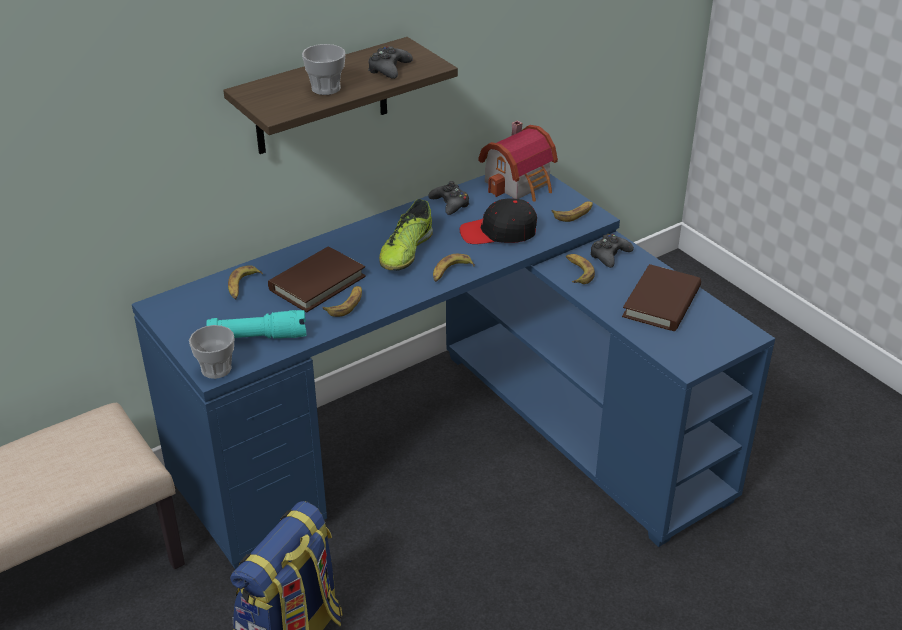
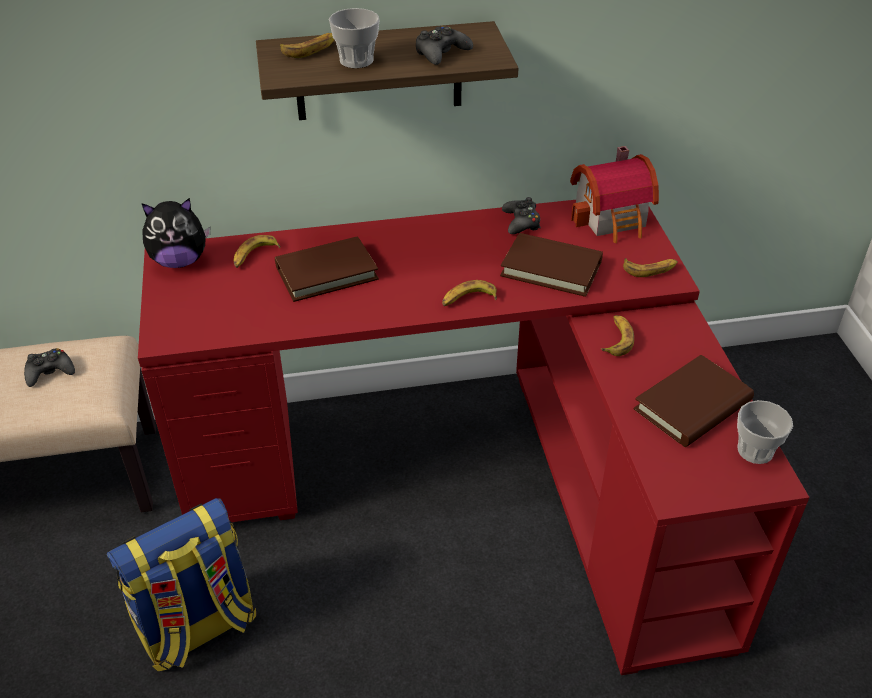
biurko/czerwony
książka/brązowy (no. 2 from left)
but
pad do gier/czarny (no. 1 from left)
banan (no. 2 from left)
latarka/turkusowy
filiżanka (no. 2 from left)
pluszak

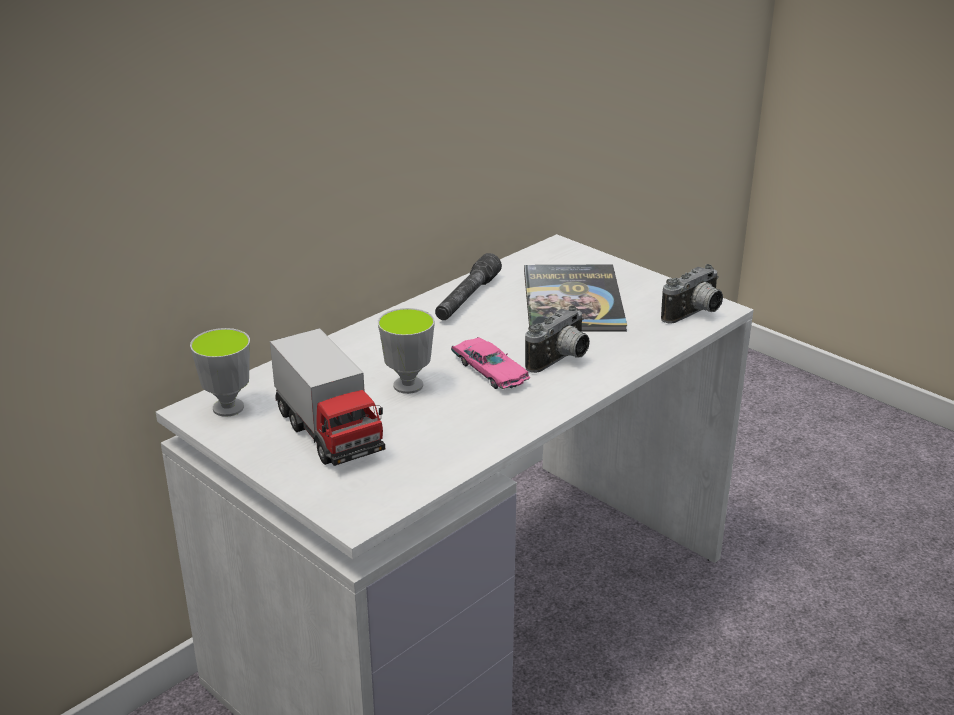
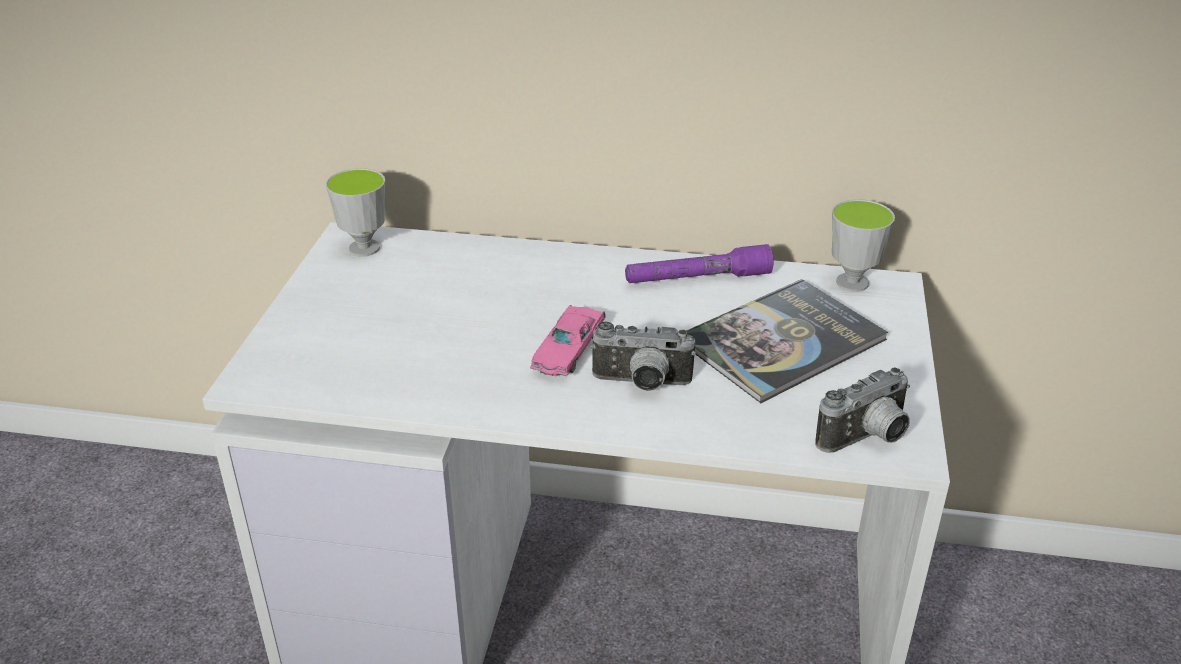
latarka/fioletowy
aparat fotograficzny (no. 2 from left)
filiżanka (no. 2 from left)
ciężarówka zabawkowa

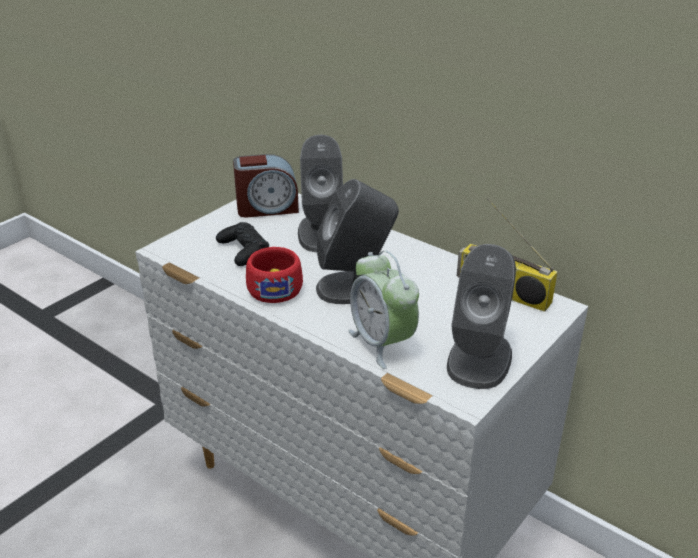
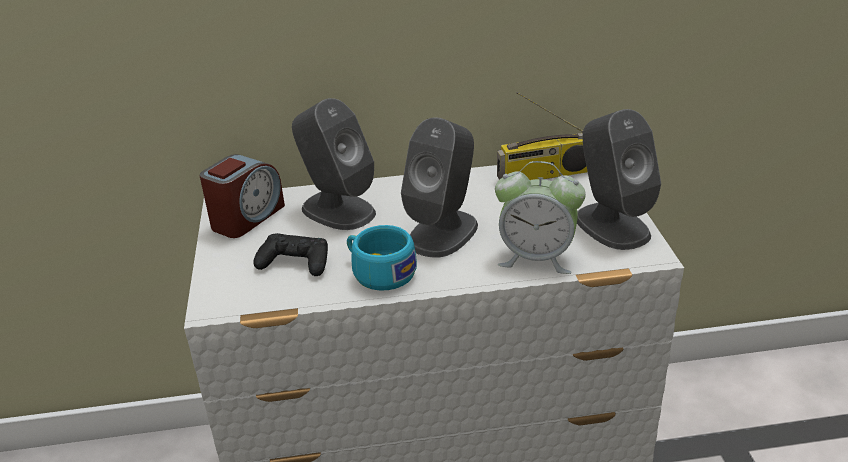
filiżanka/turkusowy

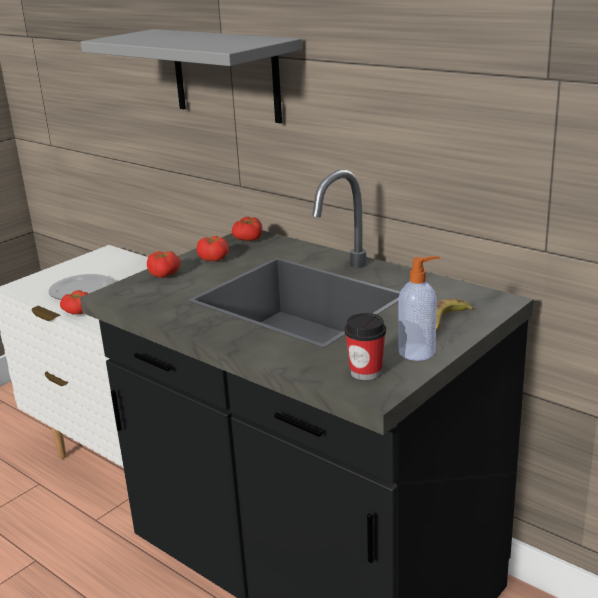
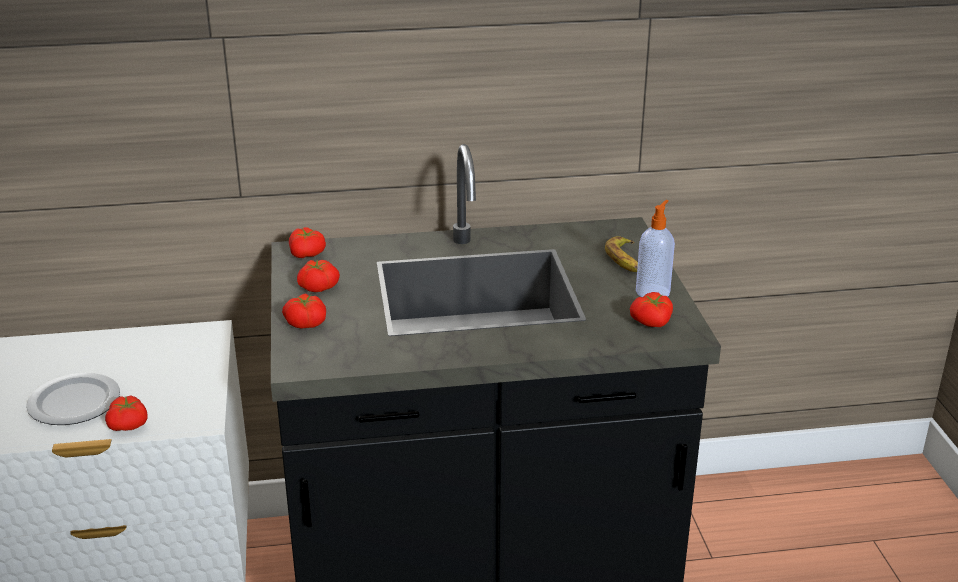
półka/szary
pomidor (no. 5 from left)

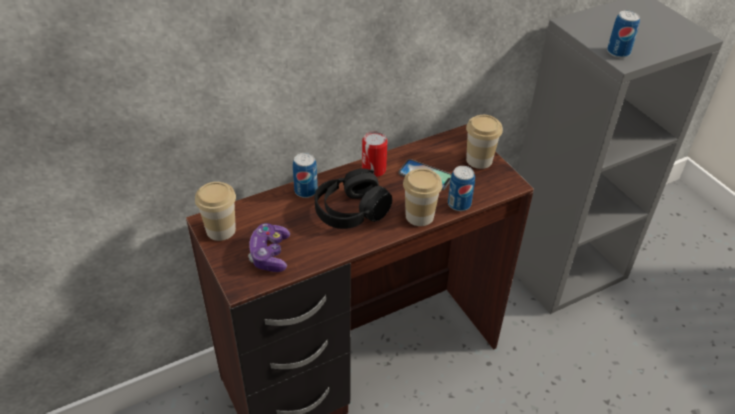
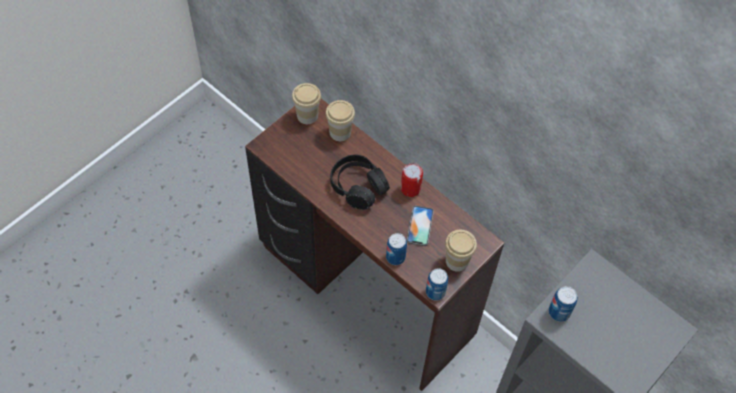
puszka (no. 3 from left)
filiżanka (no. 2 from left)
pad do gier

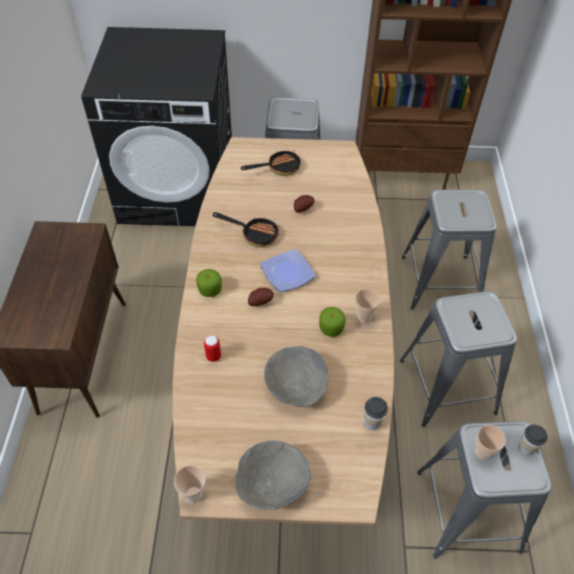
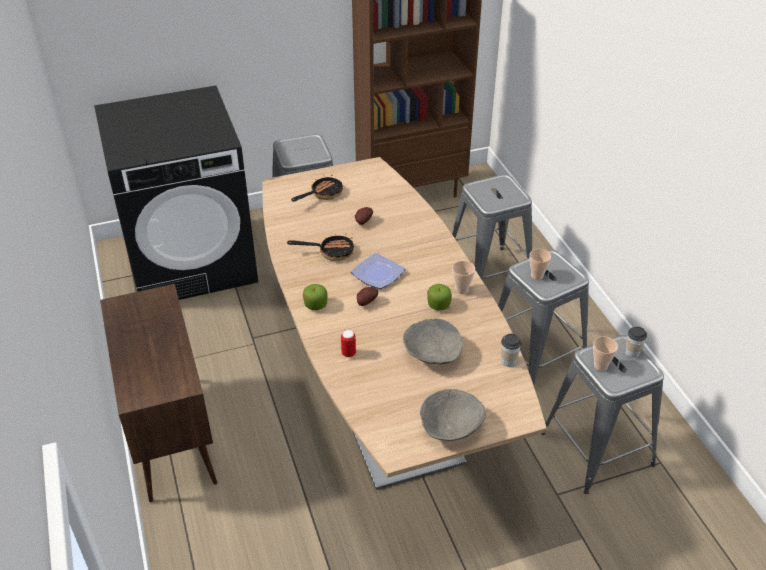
filiżanka (no. 3 from left)

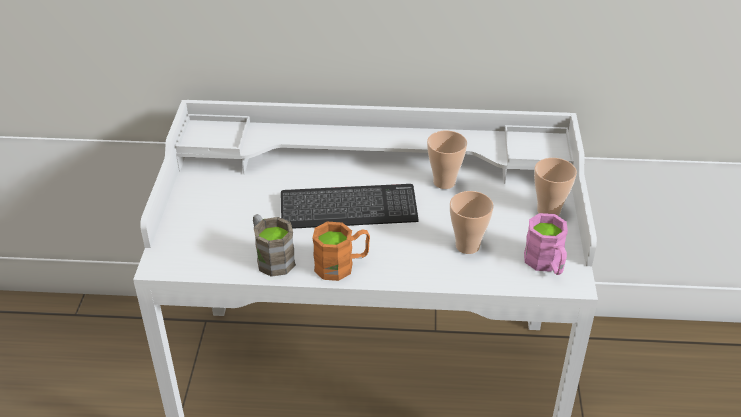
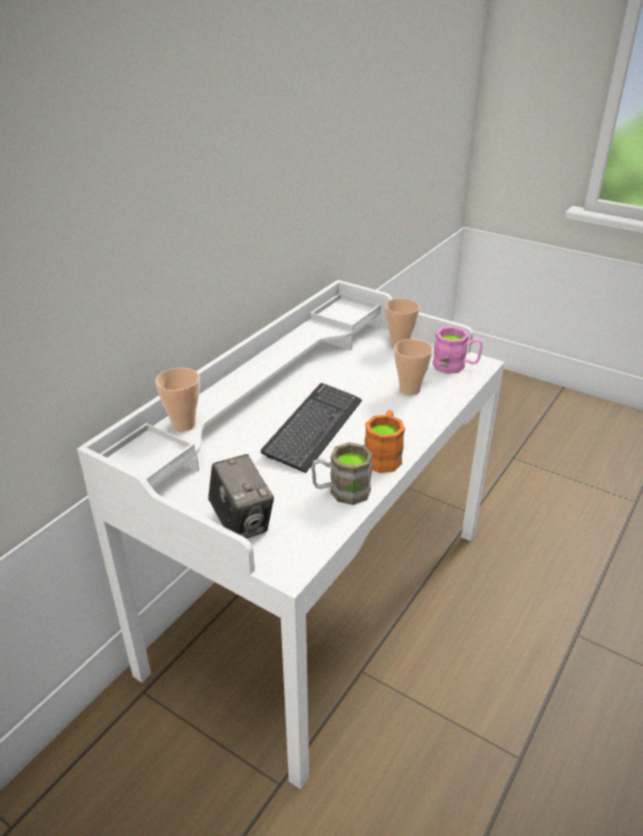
filiżanka (no. 1 from left)
aparat fotograficzny

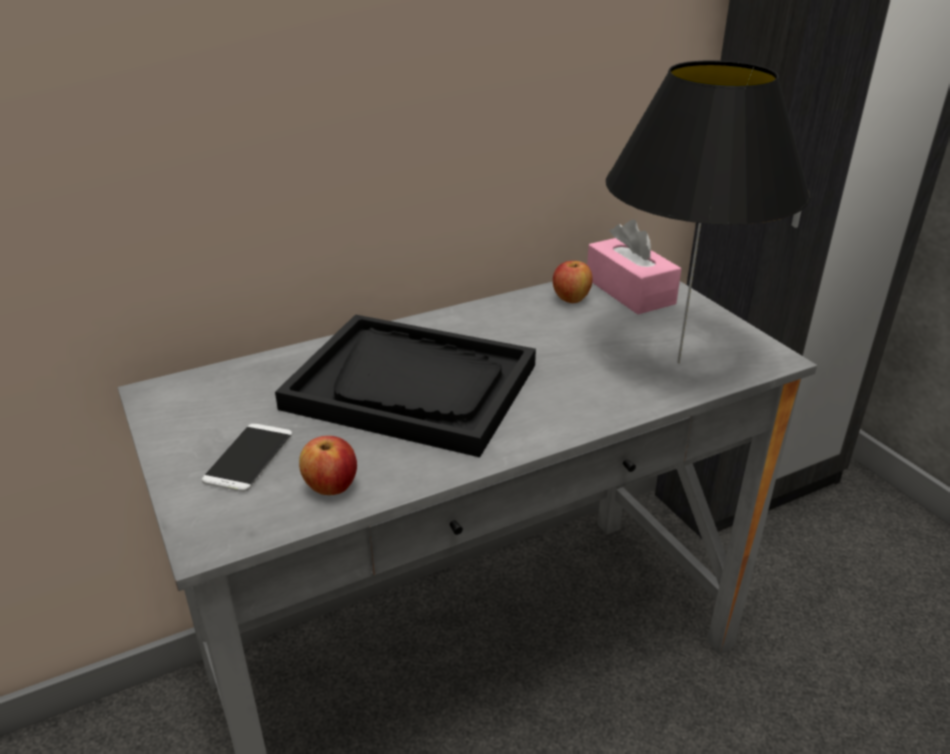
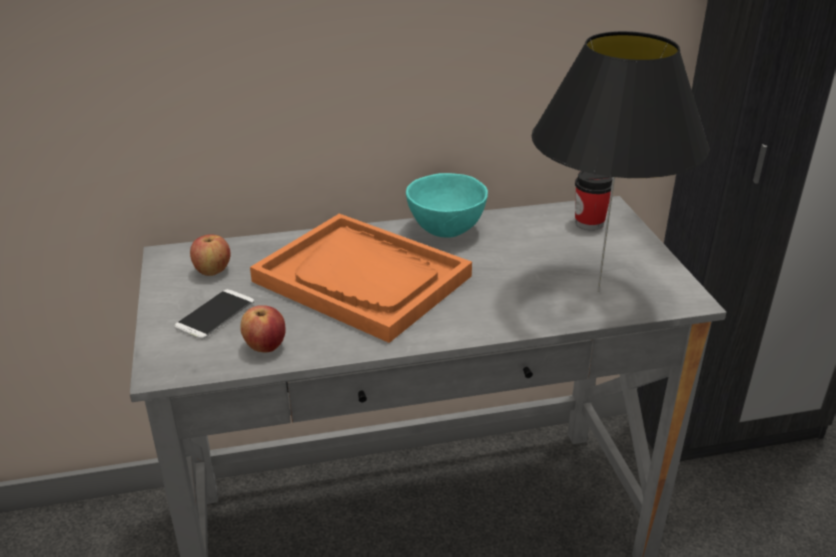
filiżanka
jabłko (no. 1 from left)
taca/pomarańczowy
miska/turkusowy

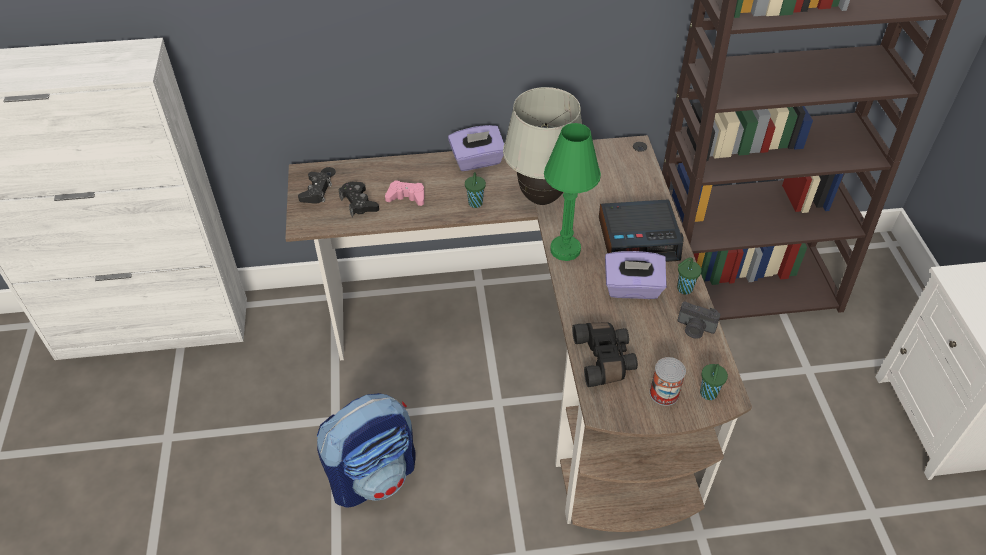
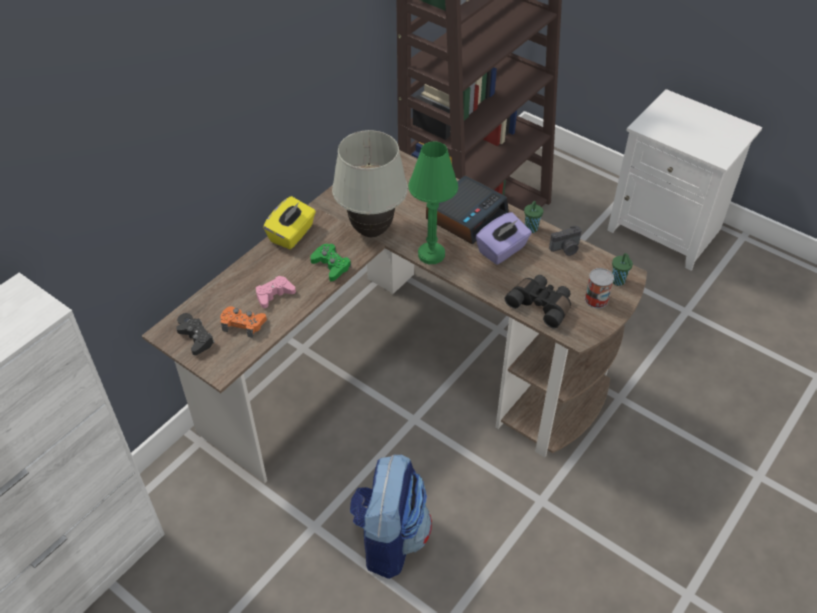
pudełko chusteczek/żółty
pad do gier/zielony
pad do gier/pomarańczowy

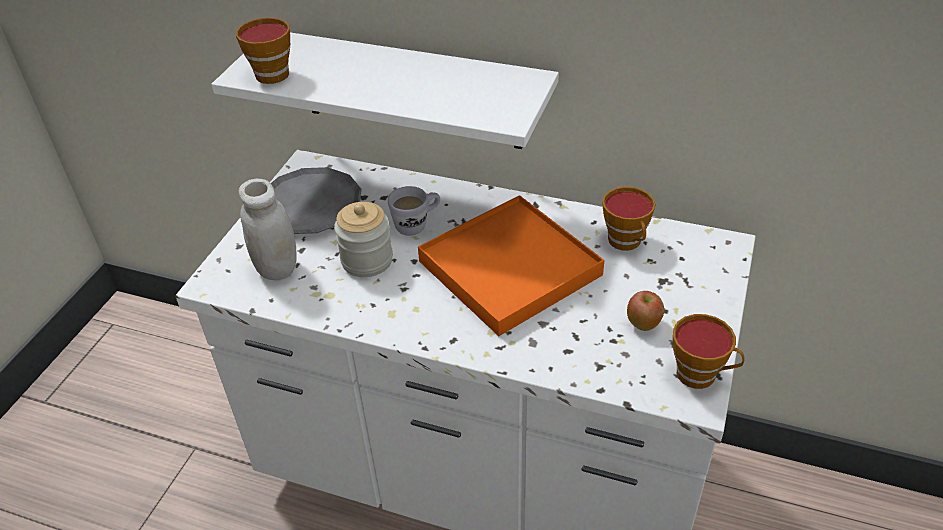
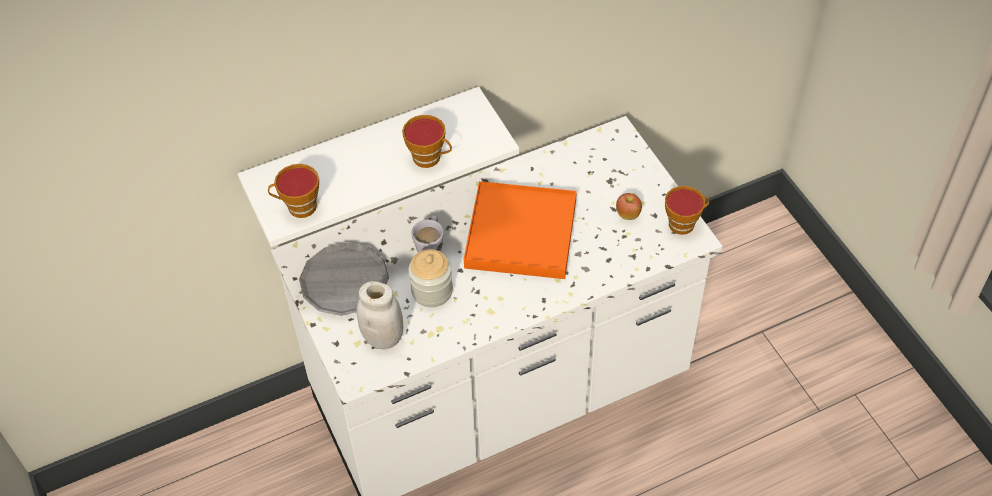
filiżanka (no. 2 from left)

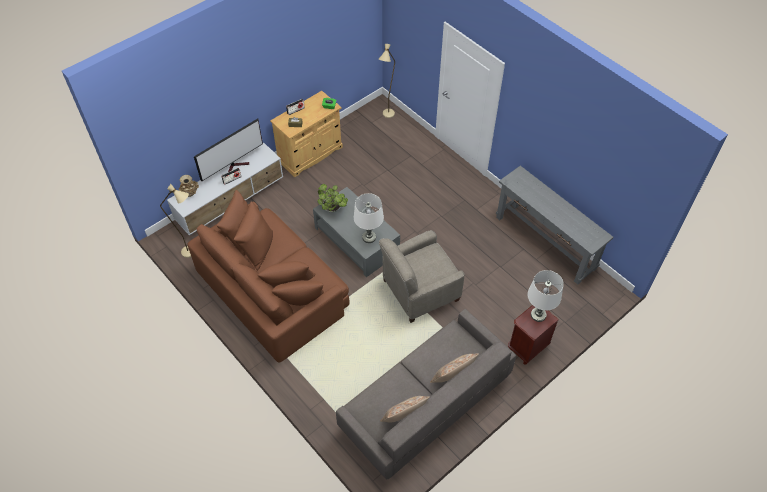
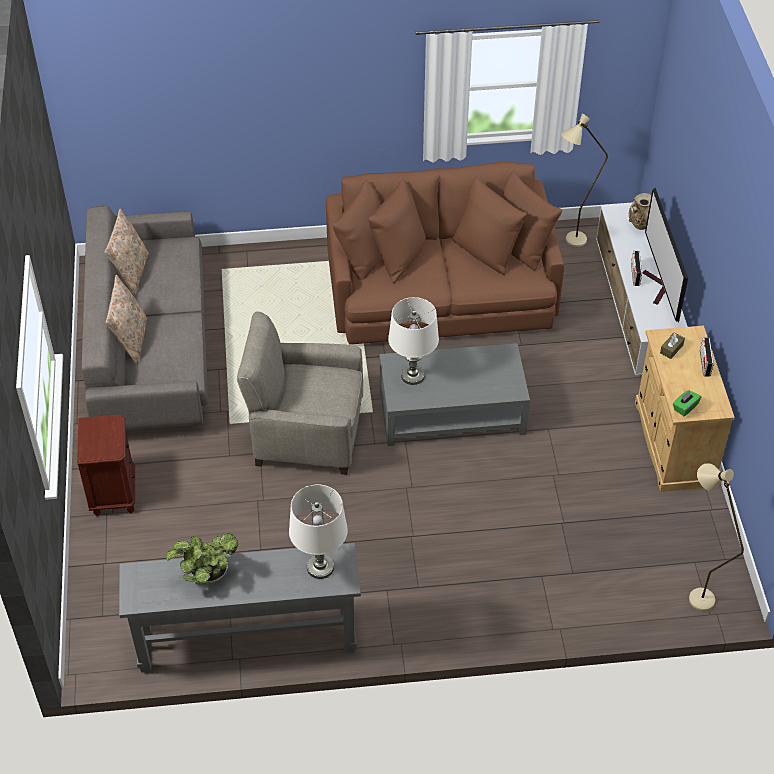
roślina doniczkowa
fotel/beżowy
lampa stołowa/biały (no. 1 from left)

